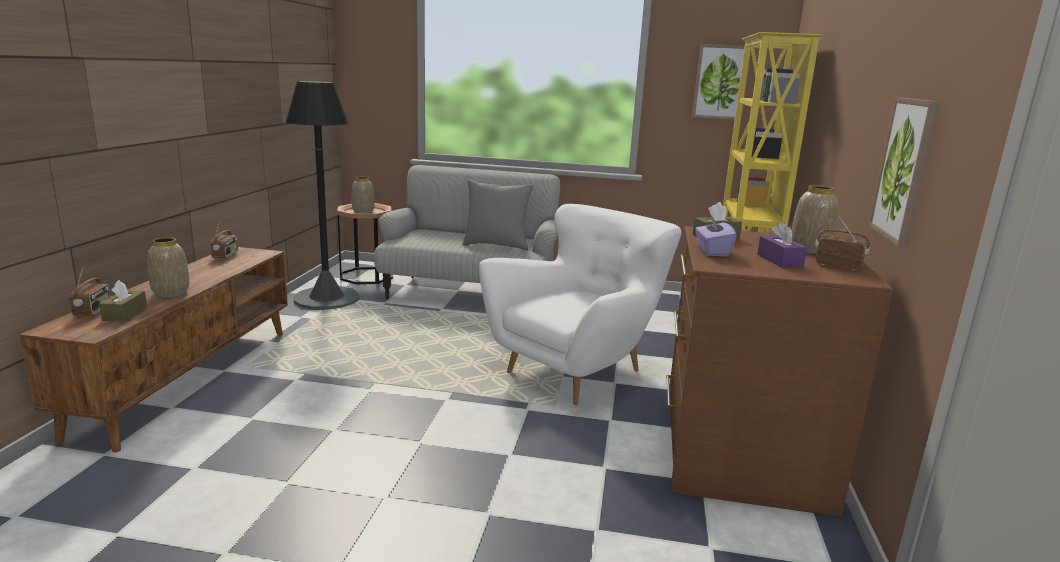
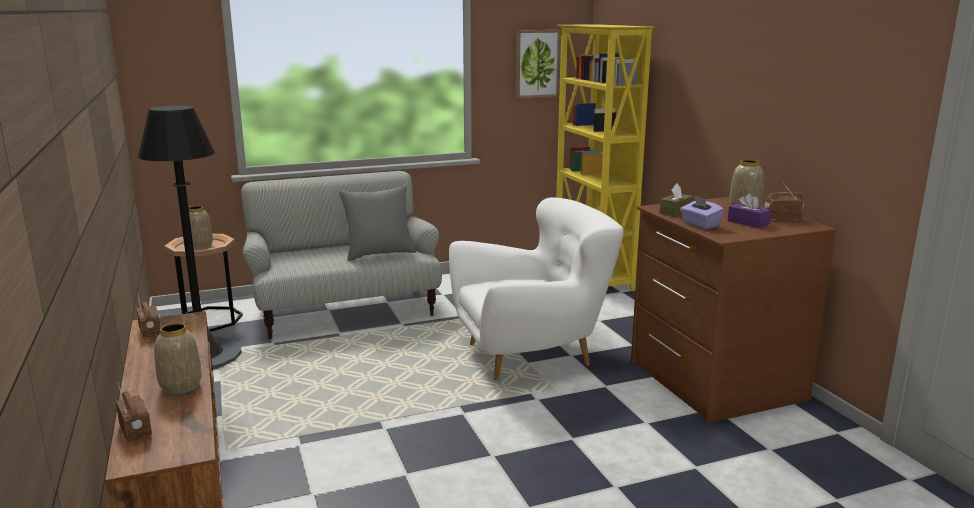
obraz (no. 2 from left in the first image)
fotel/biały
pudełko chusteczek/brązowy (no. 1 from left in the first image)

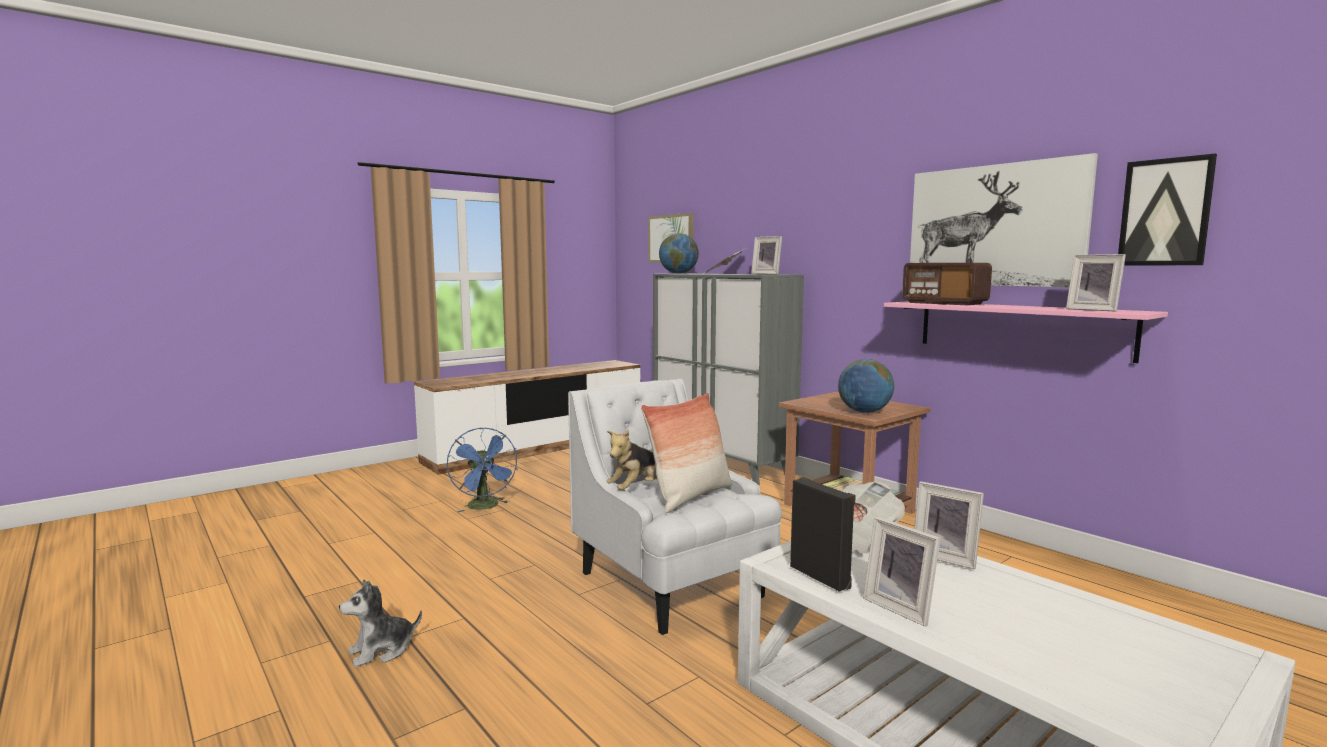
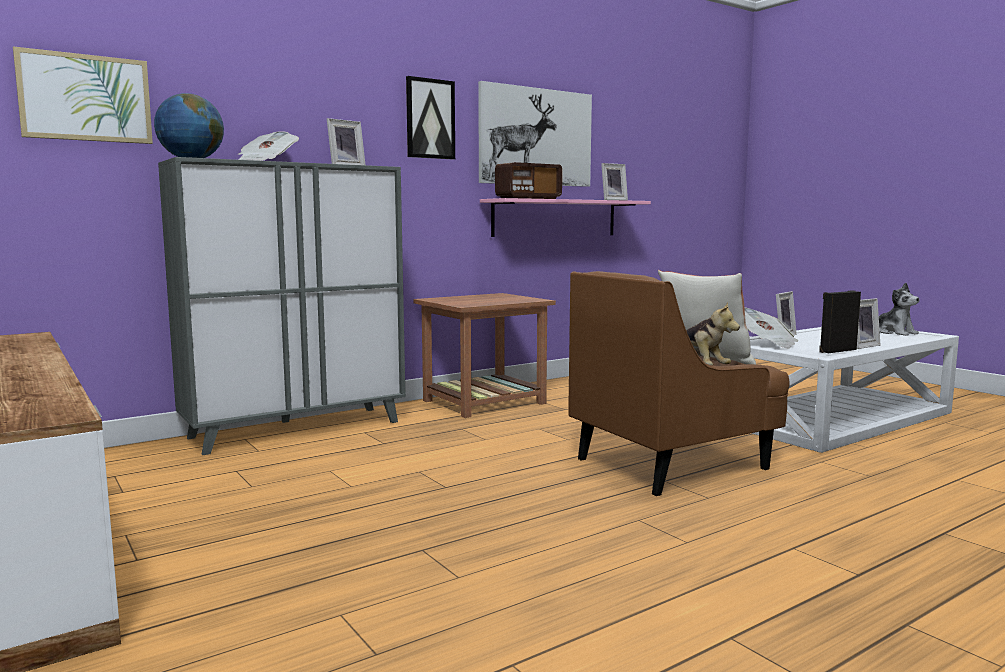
obraz (no. 2 from left)
globus (no. 2 from left in the first image)
fotel/brązowy
wentylator/niebieski
pluszak (no. 2 from left)

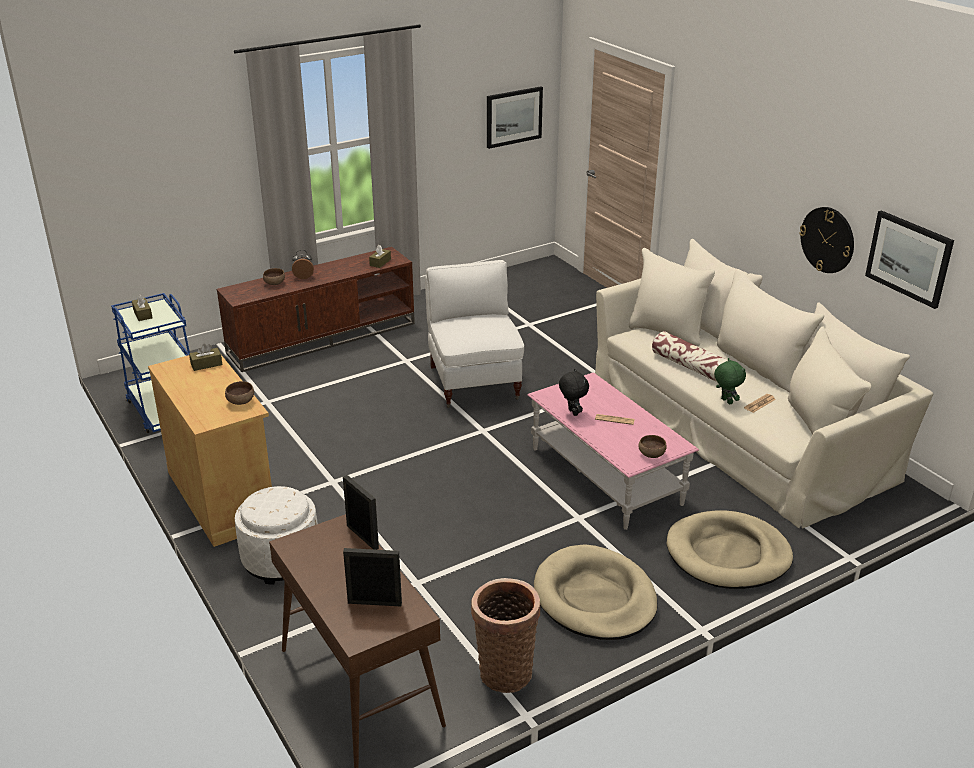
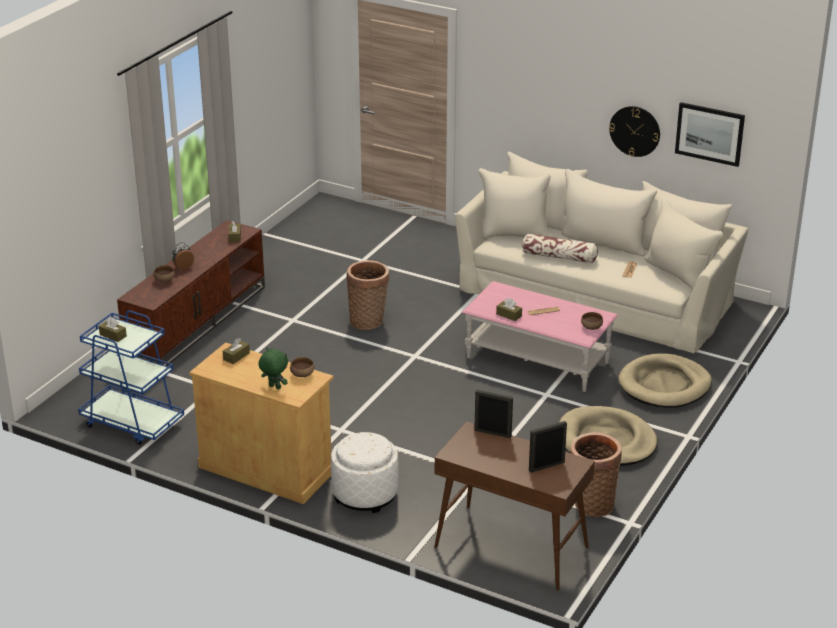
obraz (no. 1 from left in the first image)
koszyk (no. 1 from left)
pluszak/zielony
pudełko chusteczek/brązowy (no. 4 from left)

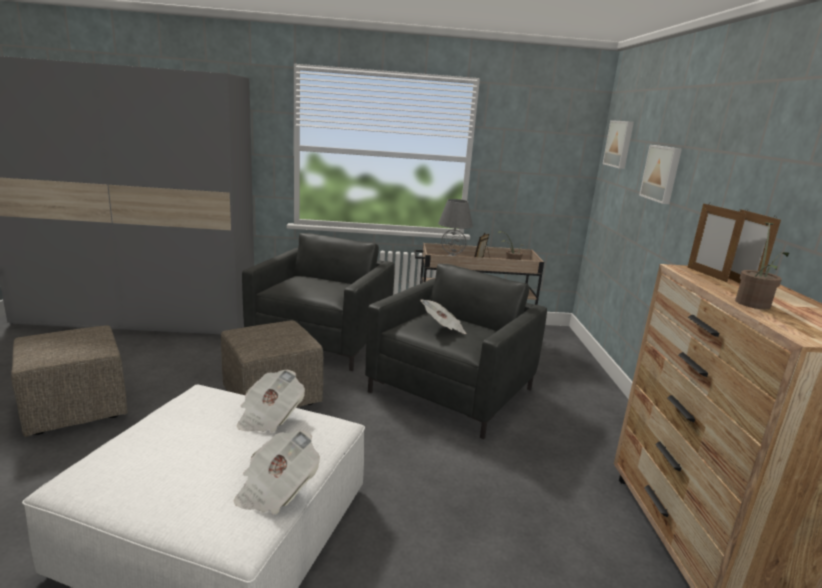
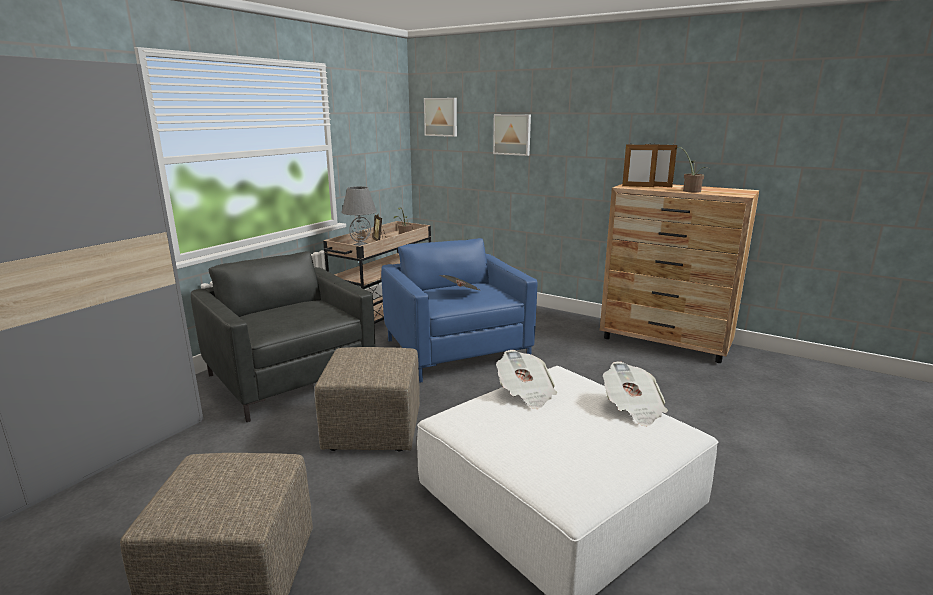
fotel/niebieski

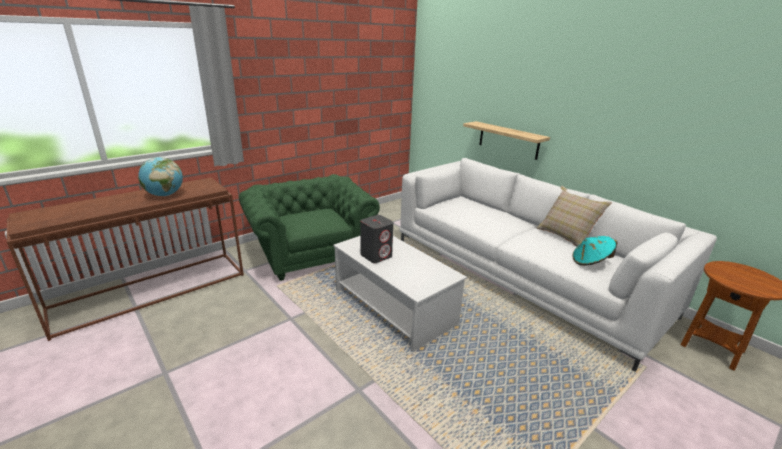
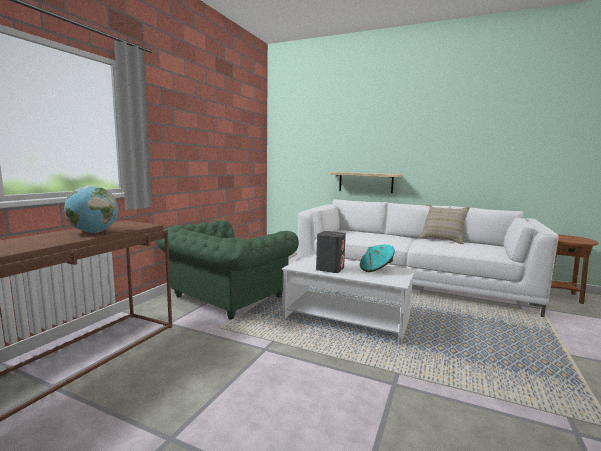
fotel/zielony
kapelusz/turkusowy

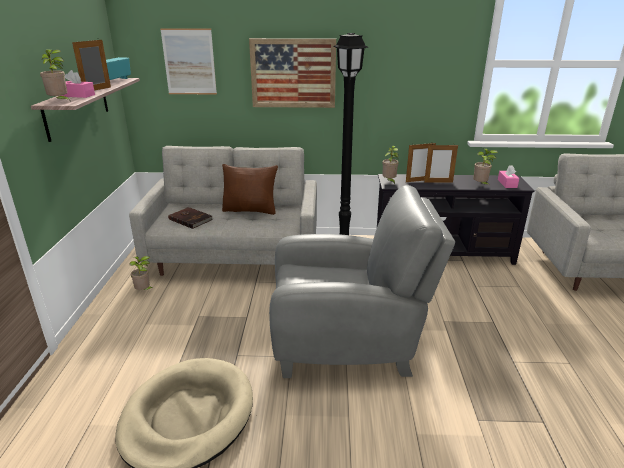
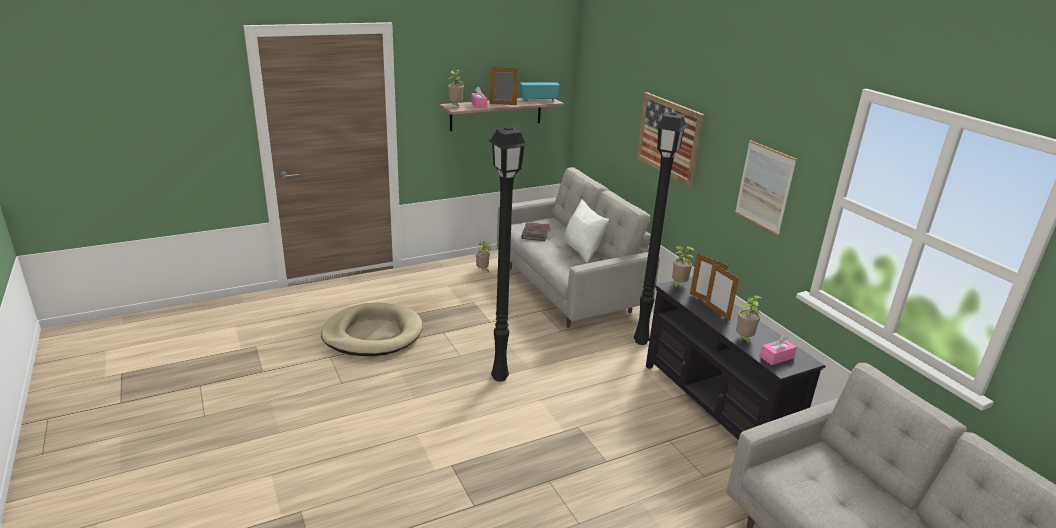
obraz (no. 2 from left)
poduszka/biały
lampa stojąca/czarny (no. 1 from left)

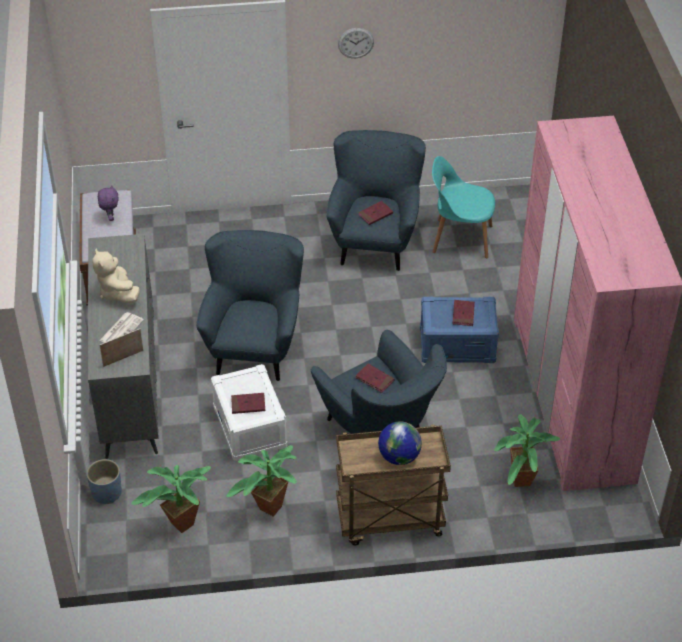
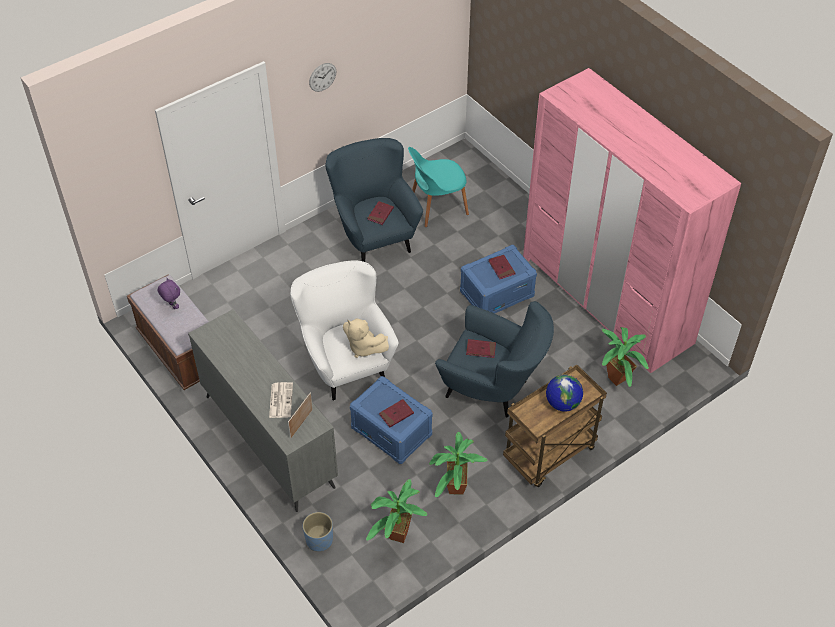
fotel/biały
pluszak/beżowy
pojemnik do przechowywania/niebieski (no. 1 from left)

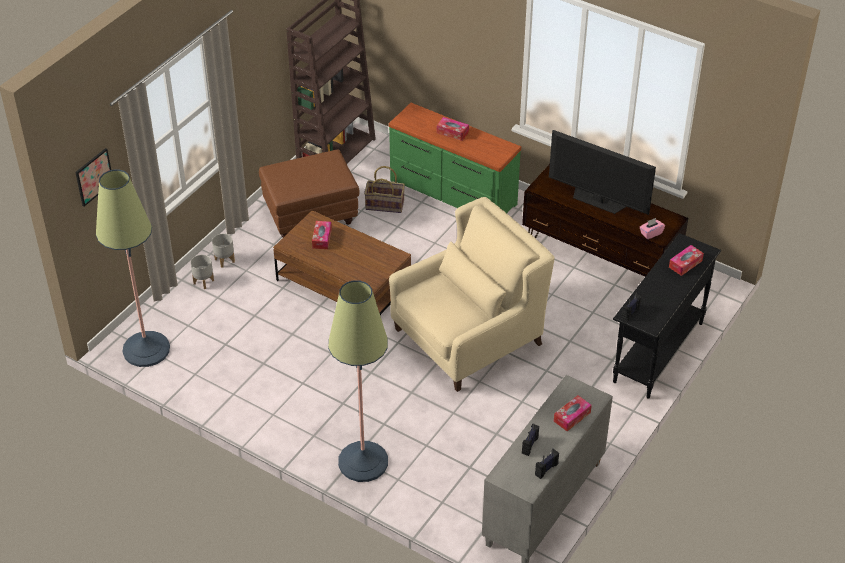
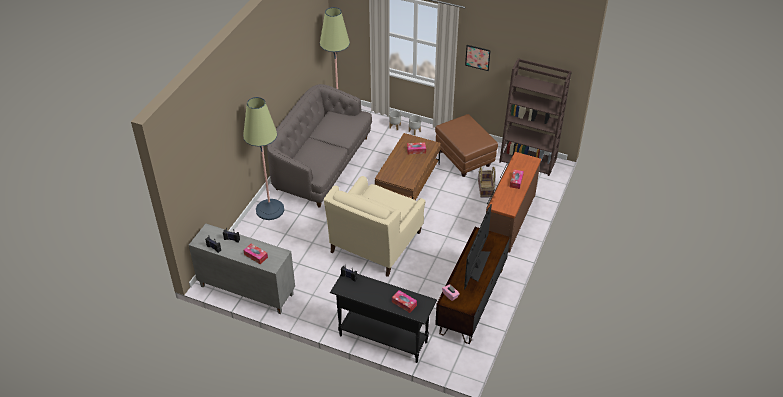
komoda/brązowy
obraz
fotel/beżowy
kanapa/szary

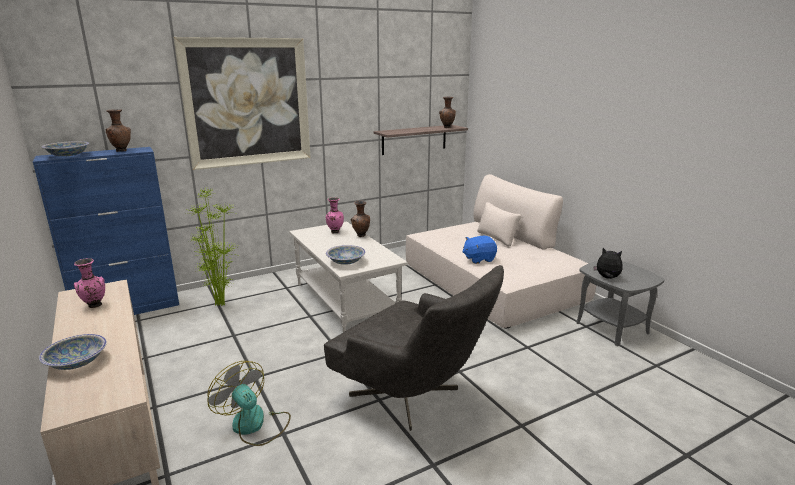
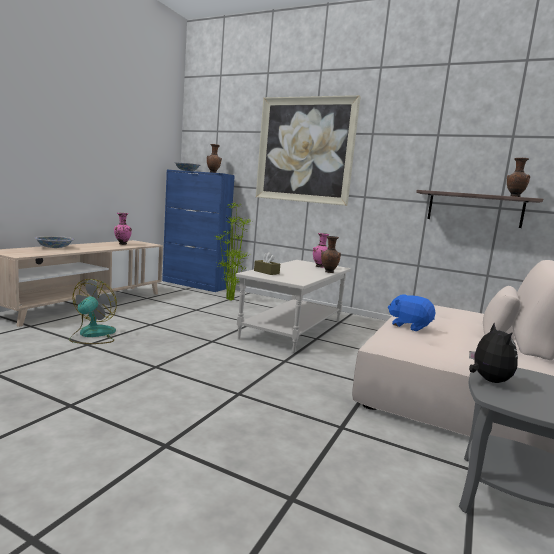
pudełko chusteczek/brązowy
fotel/szary

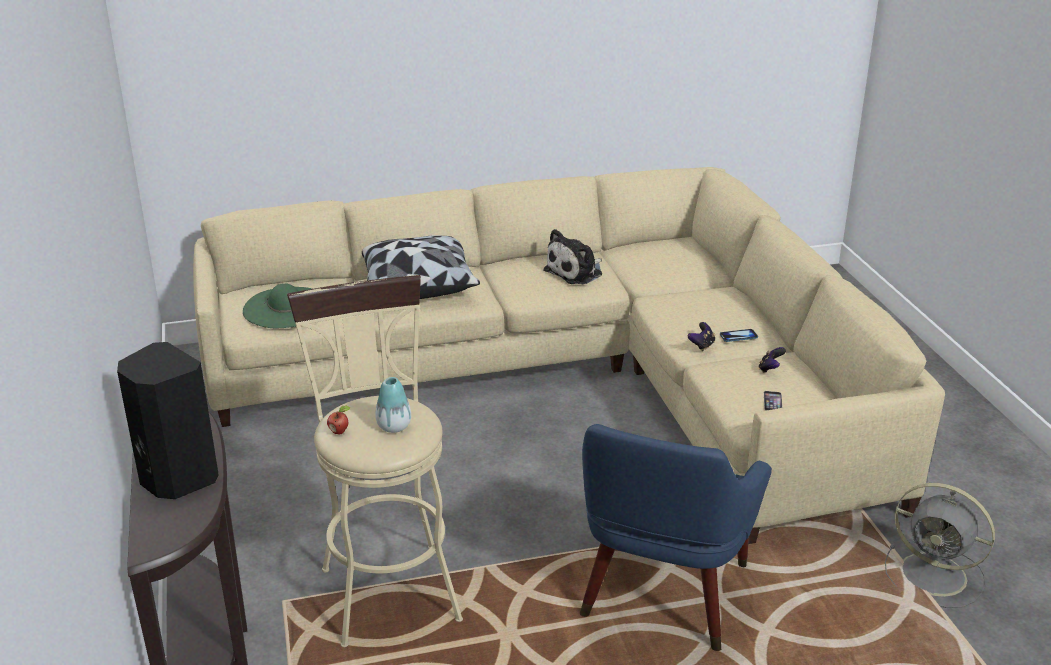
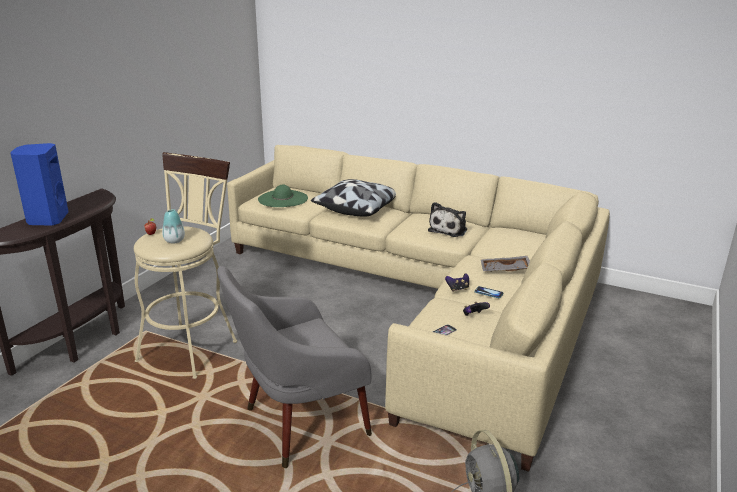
pluszak
głośnik/niebieski
fotel/szary
taca/szary

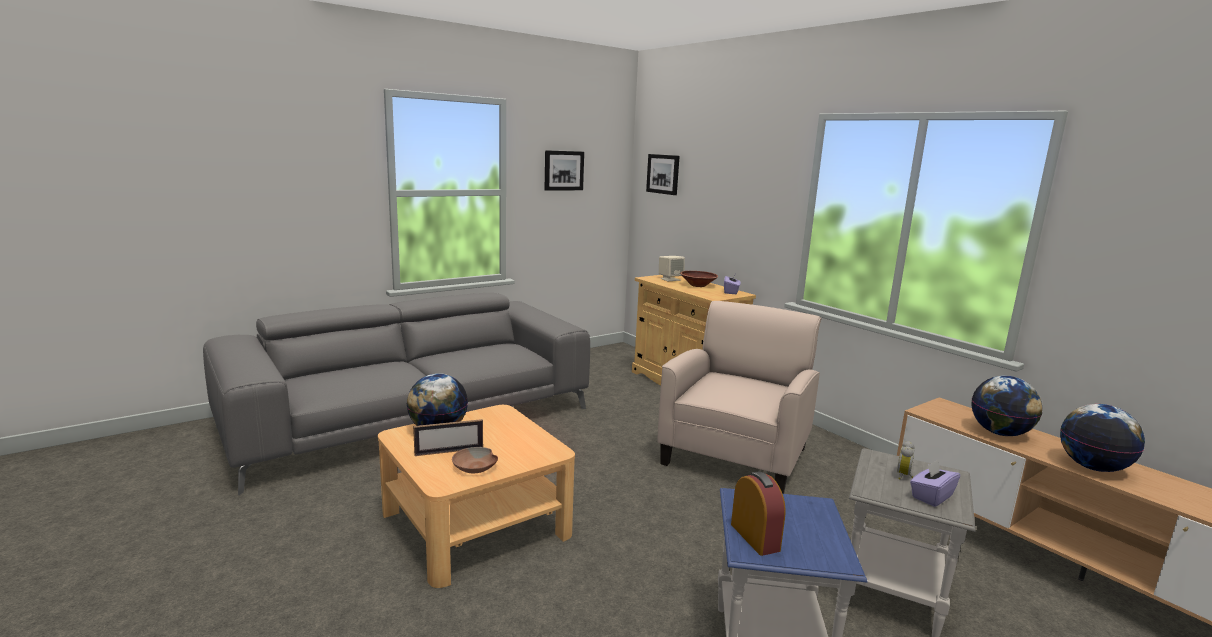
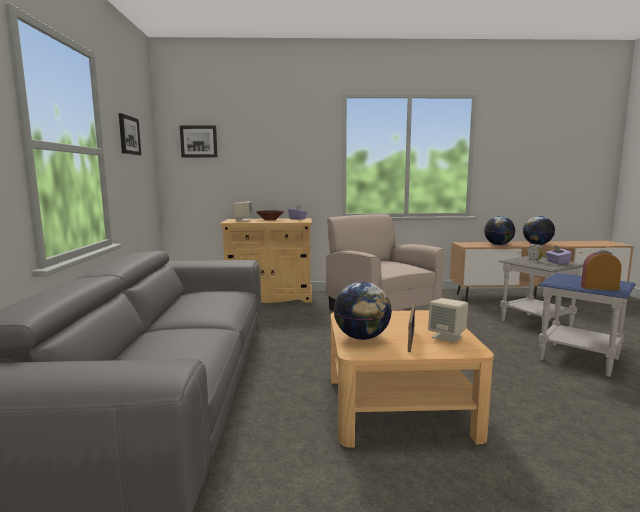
głośnik/beżowy (no. 2 from left)

